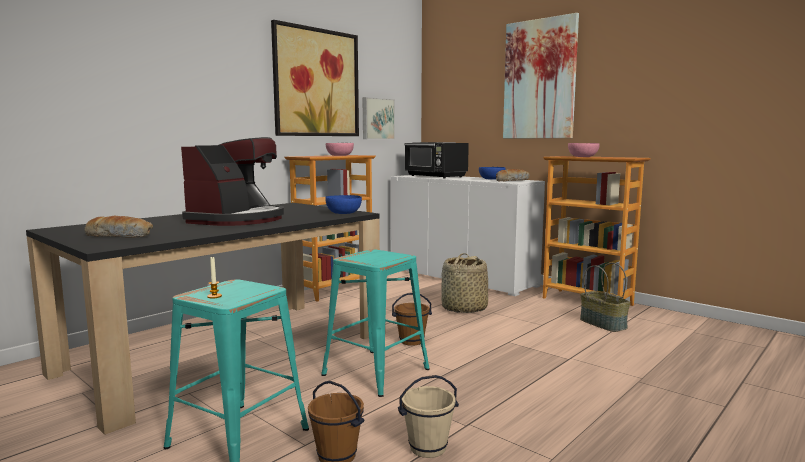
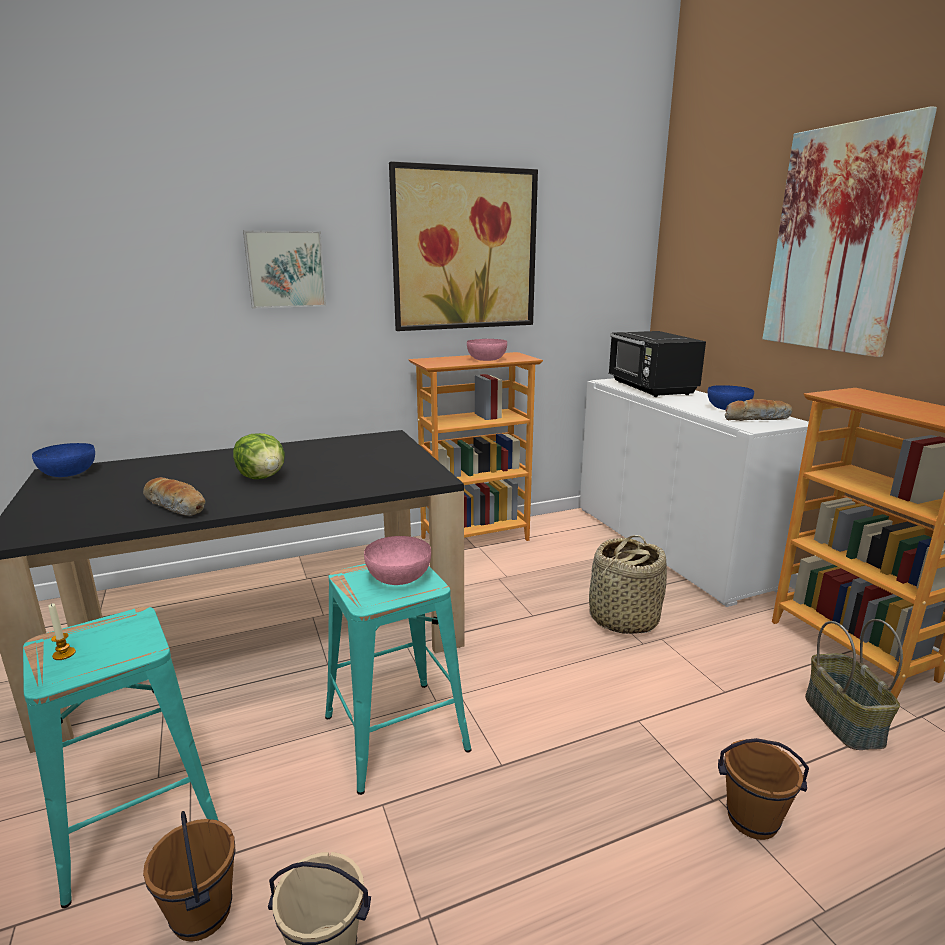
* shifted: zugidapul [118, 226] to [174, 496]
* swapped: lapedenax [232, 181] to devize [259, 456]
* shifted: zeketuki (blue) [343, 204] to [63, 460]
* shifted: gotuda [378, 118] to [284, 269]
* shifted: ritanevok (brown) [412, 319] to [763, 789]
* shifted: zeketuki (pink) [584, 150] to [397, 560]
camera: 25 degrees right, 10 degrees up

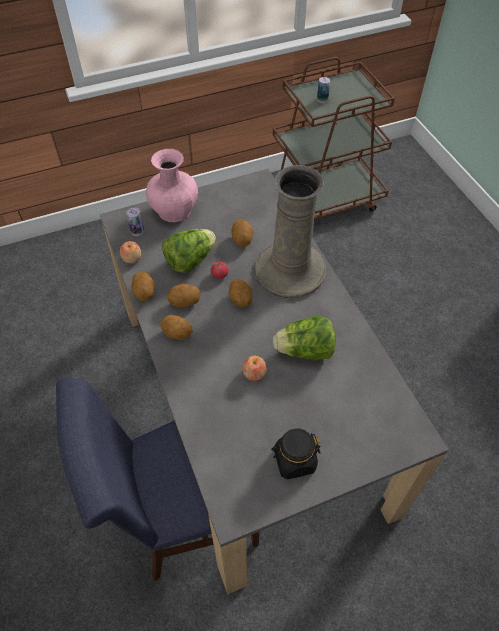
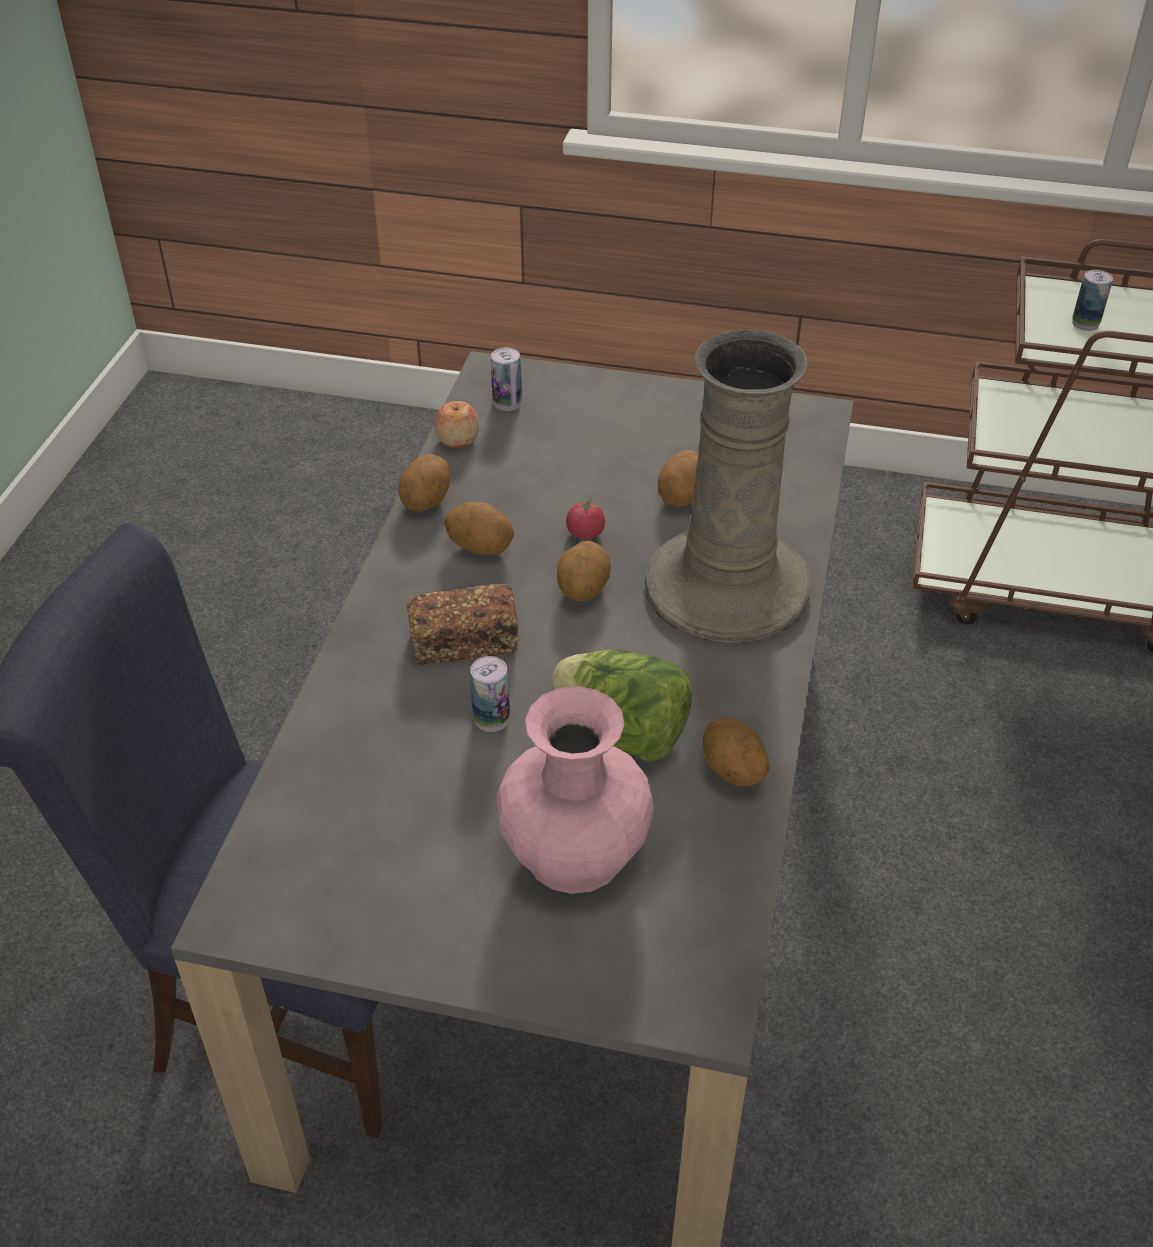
* shifted: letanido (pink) [172, 185] to [575, 790]
* shifted: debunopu [176, 327] to [736, 752]
* gone: devize [189, 251]
* swapped: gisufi [254, 368] to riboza [490, 694]
* gone: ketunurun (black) [296, 453]
* new: zugidapul [463, 624]
camera: 35 degrees right, 10 degrees down

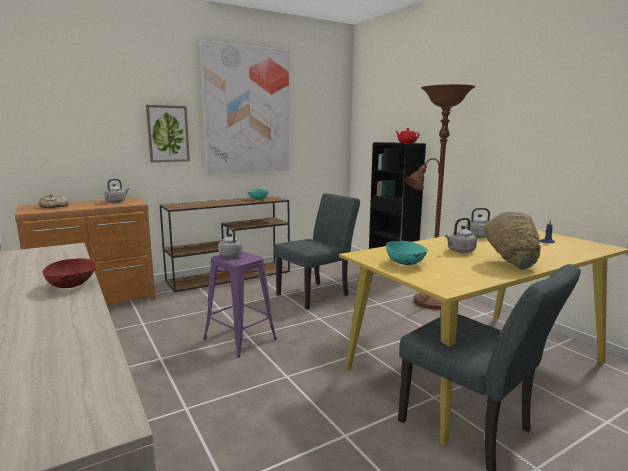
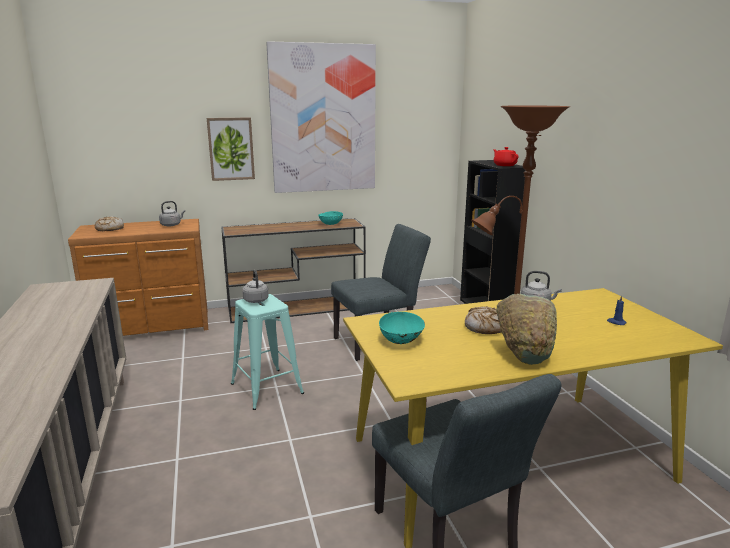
* gone: zeketuki (red) [69, 273]
* repainted: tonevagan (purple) [240, 304] to tonevagan (turquoise) [267, 352]
* swapped: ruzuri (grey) [461, 235] to zugidapul [483, 320]
camera: 15 degrees right, 5 degrees up

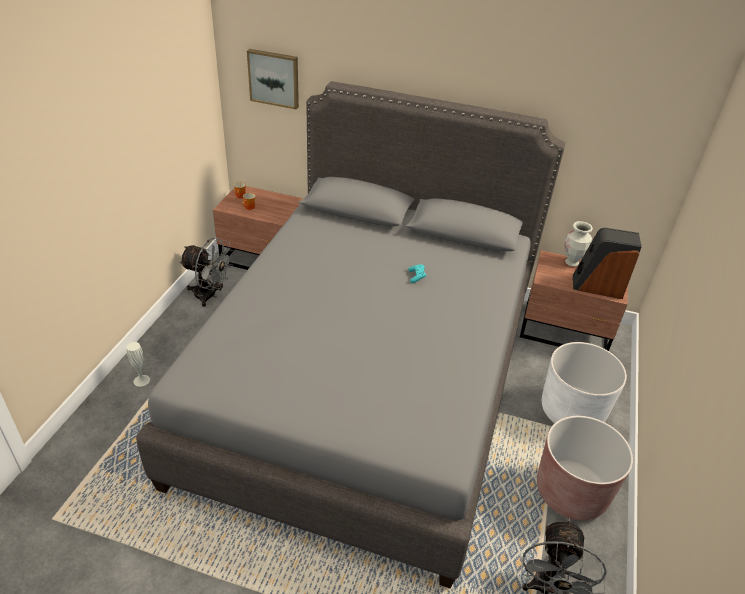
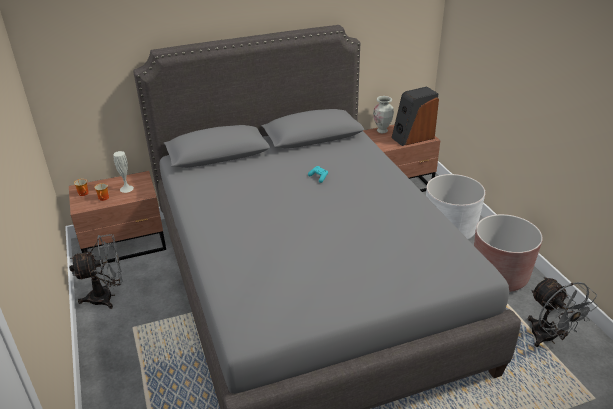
* shifted: letanido (white) [138, 364] to [123, 172]
* gone: gotuda [273, 79]
camera: 35 degrees left, 5 degrees down

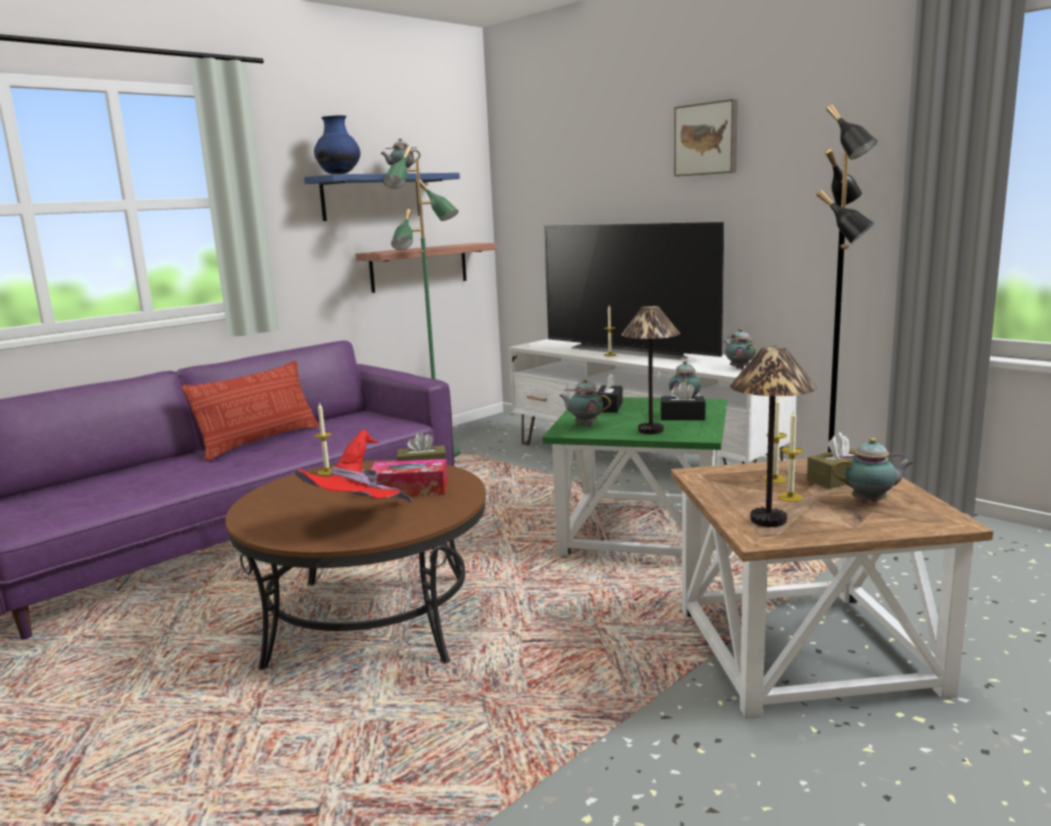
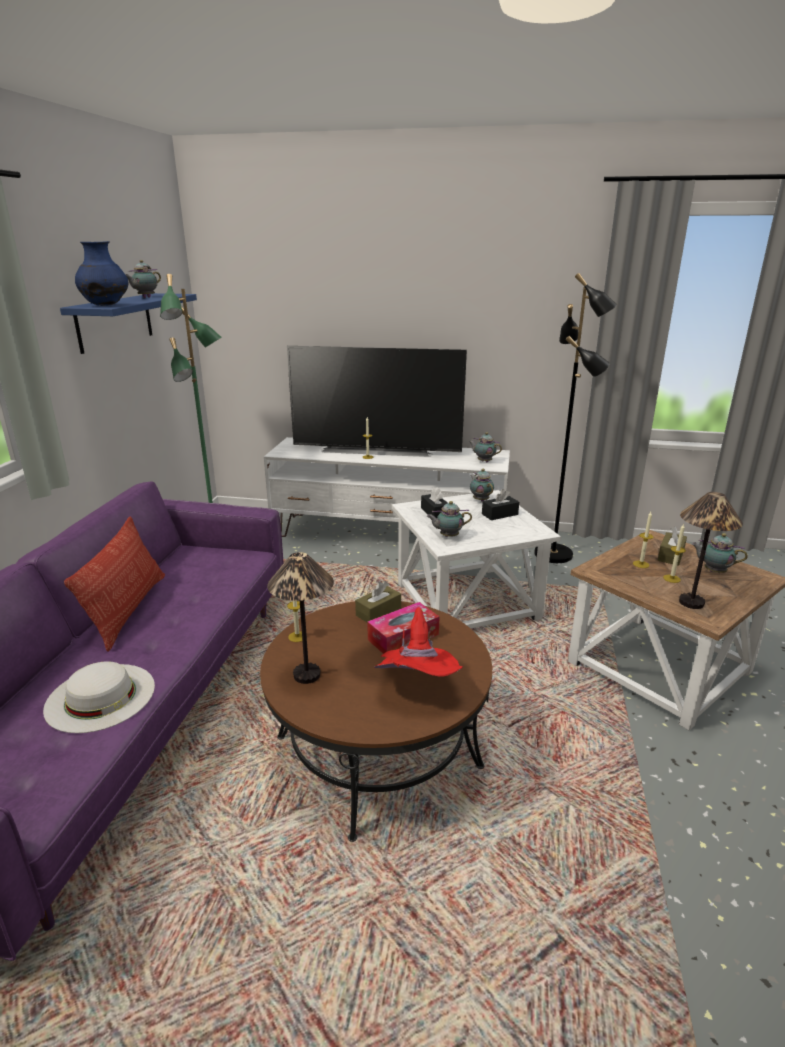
* gone: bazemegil [426, 268]
* repainted: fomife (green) [635, 481] to fomife (white) [476, 559]
* shifted: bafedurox [650, 370] to [300, 618]
* gone: gotuda [706, 137]
* rotated: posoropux [872, 470] = [719, 553] 120 degrees counterclockwise
* new: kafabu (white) [99, 697]
camera: 35 degrees left, 10 degrees up

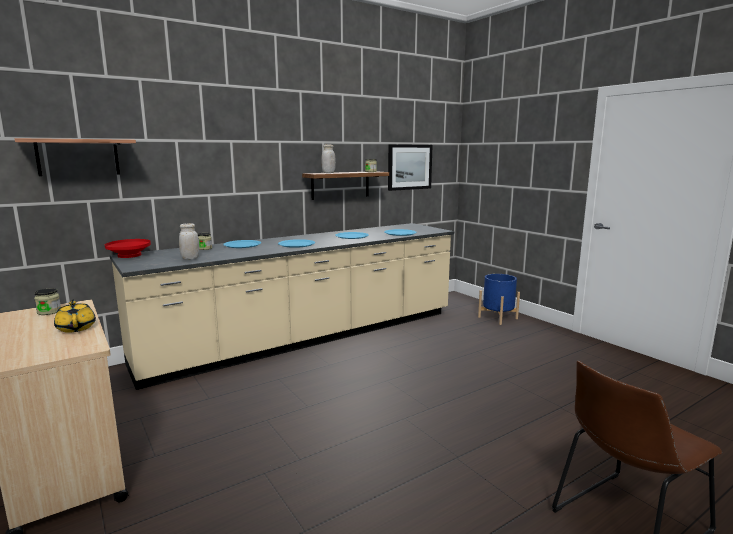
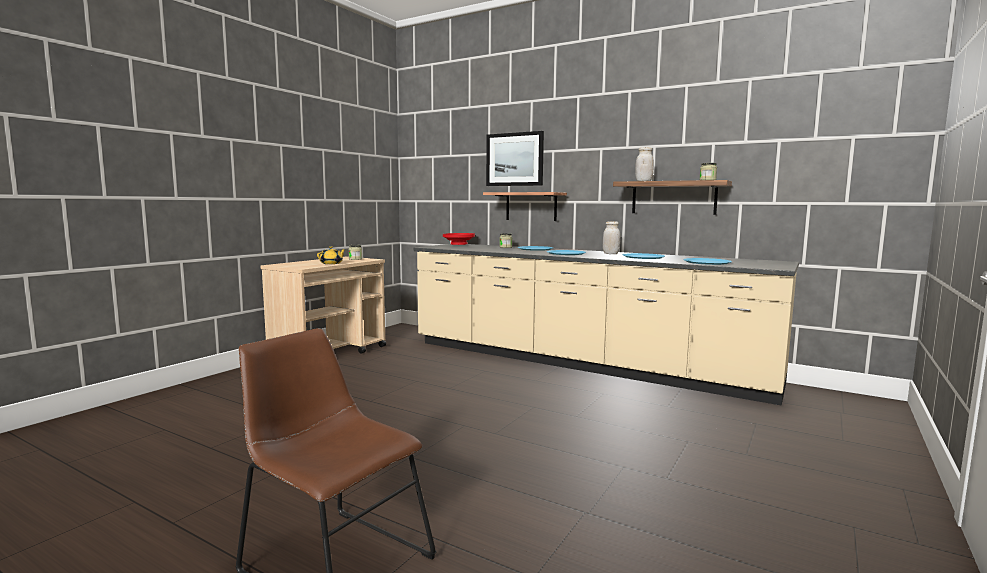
* shifted: bazemegil [75, 157] to [525, 206]
* shifted: ketunurun (white) [189, 241] to [611, 237]
* shifted: gotuda [410, 167] to [515, 158]
* gone: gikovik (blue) [499, 299]
camera: 65 degrees right, 5 degrees down

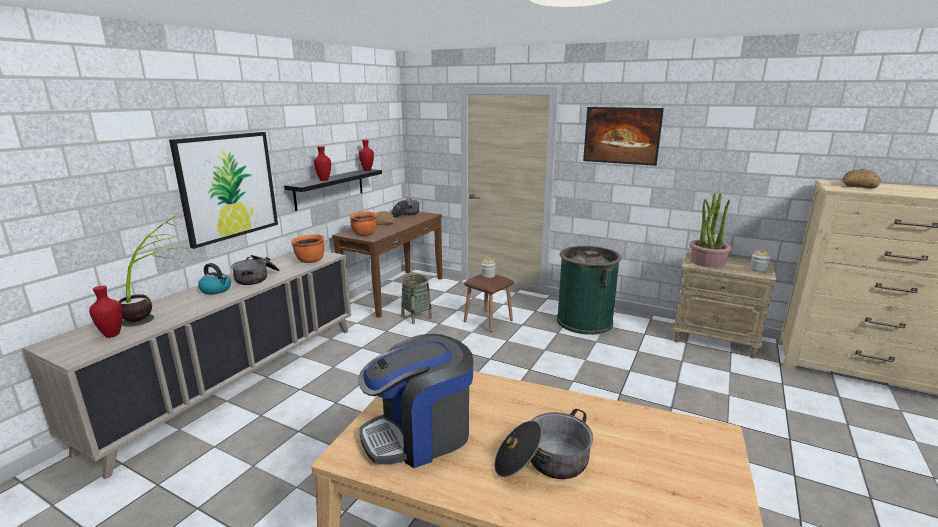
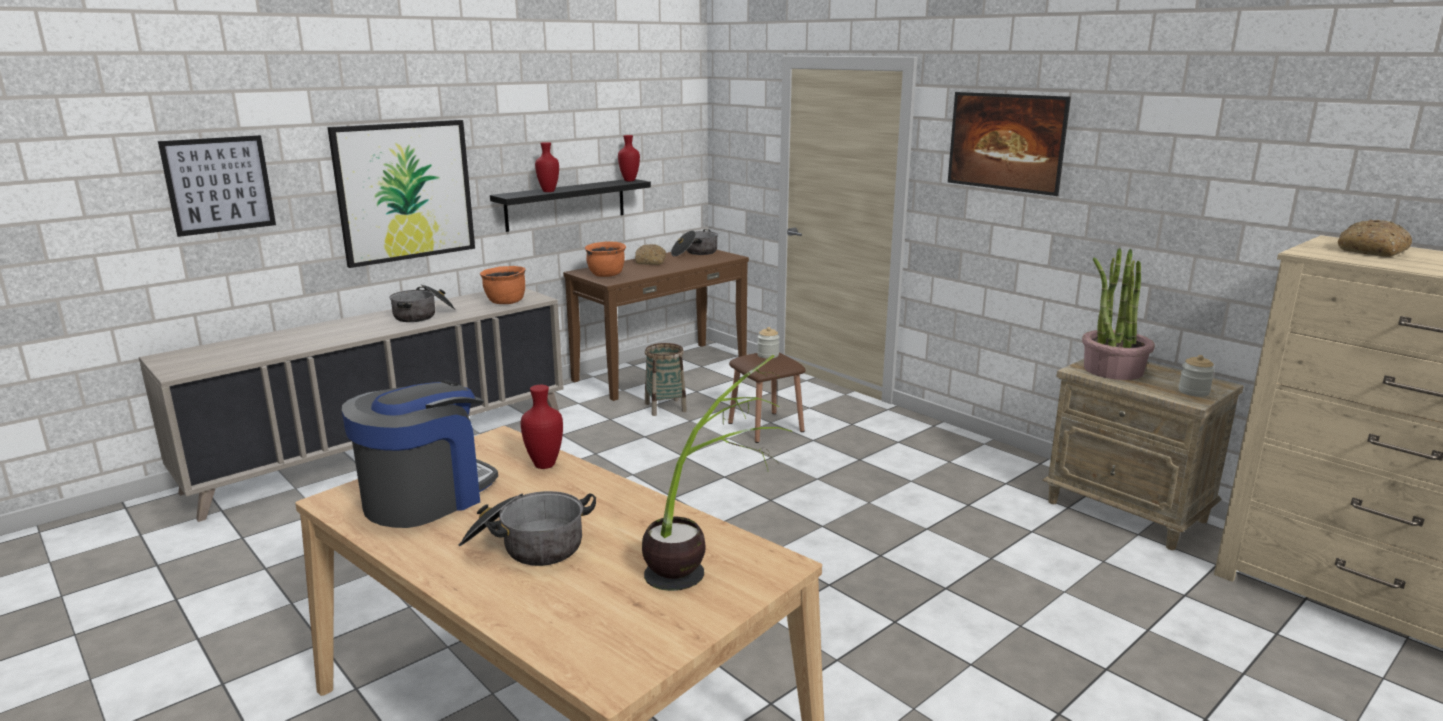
* shifted: letanido (red) [105, 312] to [542, 427]
* shifted: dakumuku [153, 271] to [717, 473]
* gone: ruzuri [214, 278]
* rotated: lapedenax [415, 401] = [420, 454] 135 degrees clockwise
* gone: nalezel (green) [589, 290]
* new: gotuda [217, 186]
camera: 20 degrees right, 0 degrees up

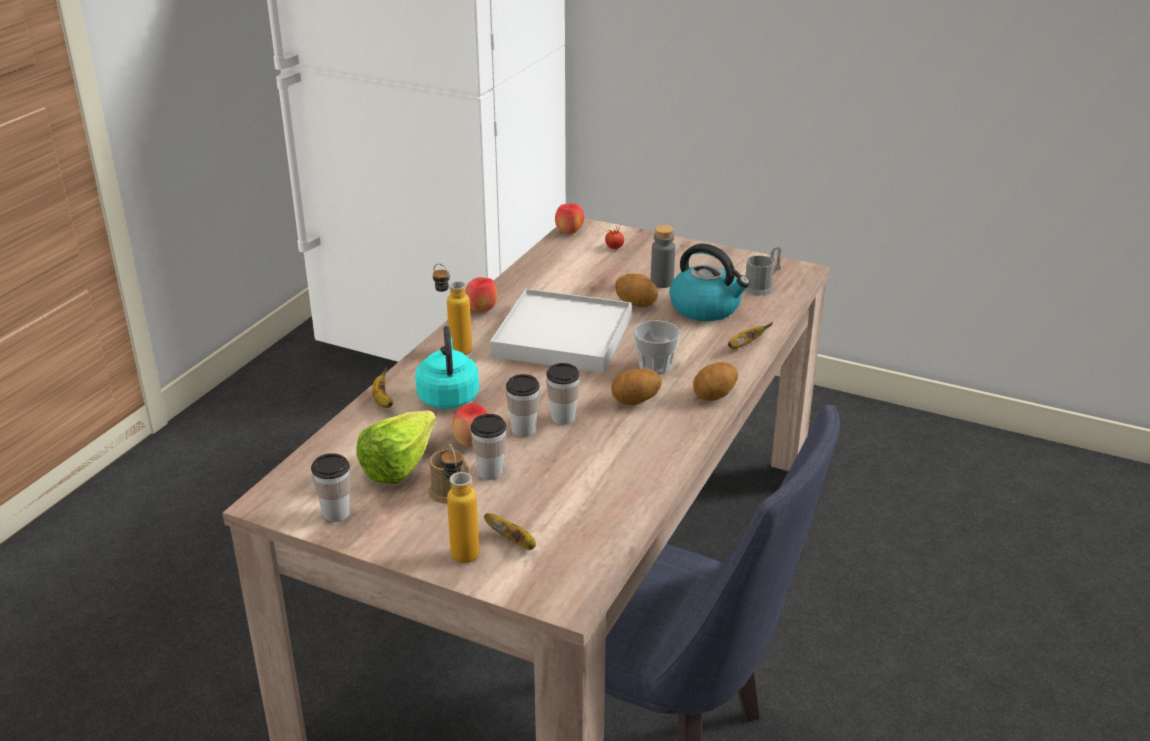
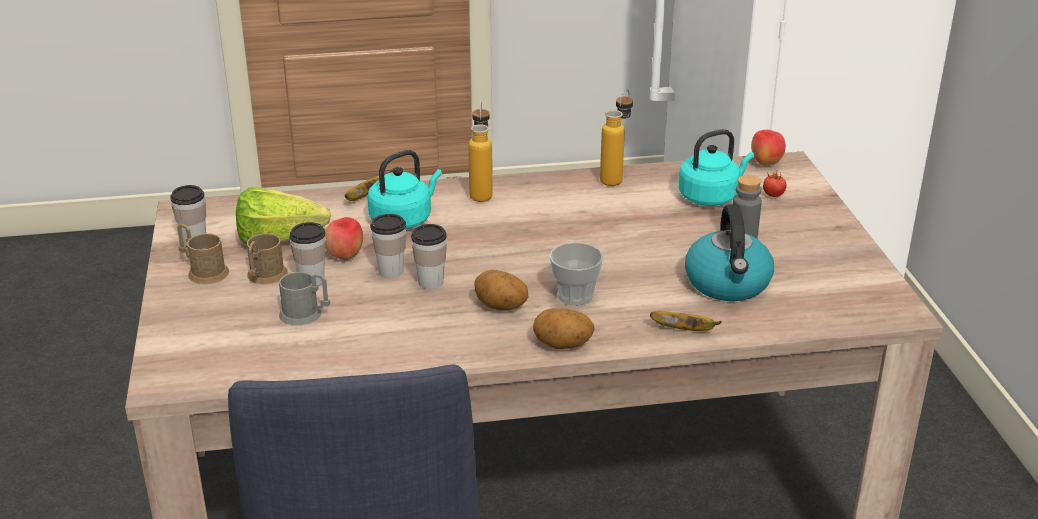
* shifted: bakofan [460, 503] to [616, 138]
* gone: gisufi [481, 295]
* gone: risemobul [510, 531]
* gone: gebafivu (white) [561, 331]
* gone: debunopu [636, 290]
* shifted: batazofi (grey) [762, 271] to [304, 299]
* new: batazofi (brown) [203, 254]
* new: ruzuri (turquoise) [716, 167]
camera: 55 degrees right, 0 degrees up

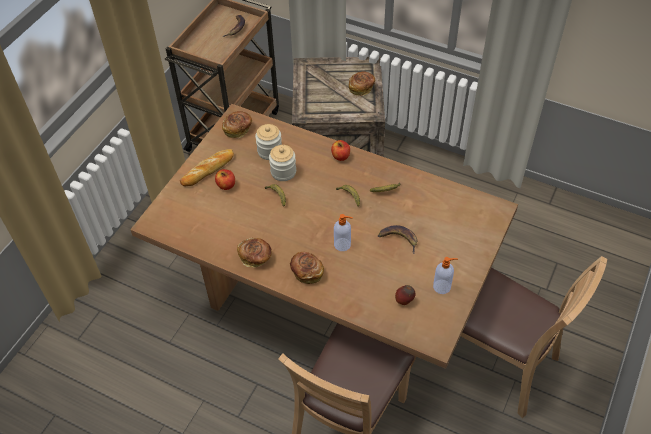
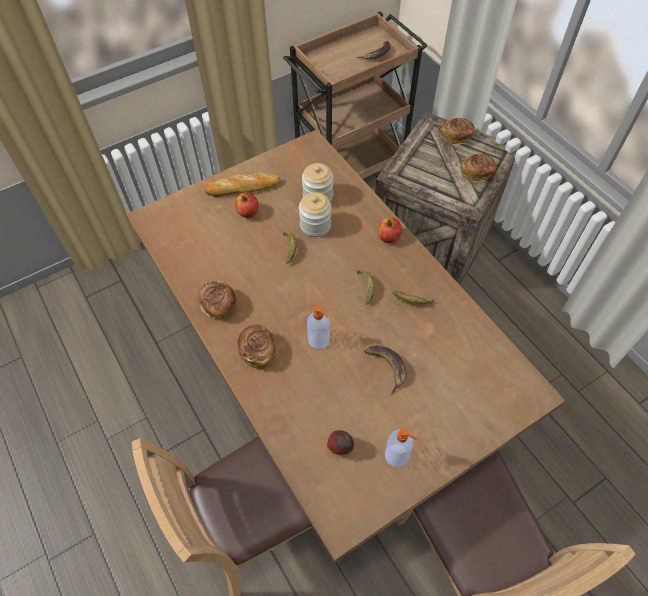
* shifted: zugidapul [237, 124] to [458, 131]
camera: 30 degrees right, 5 degrees up

